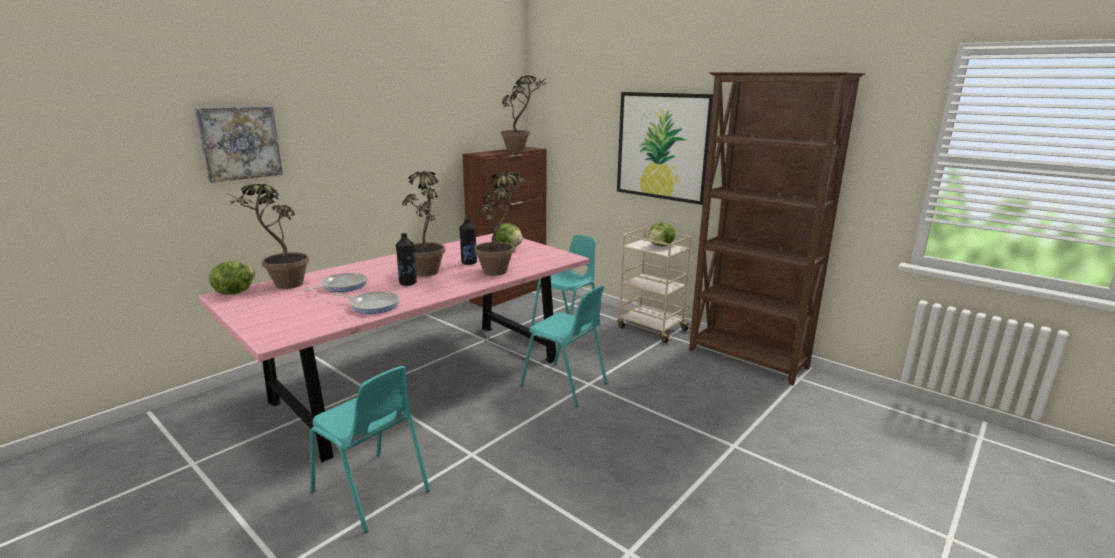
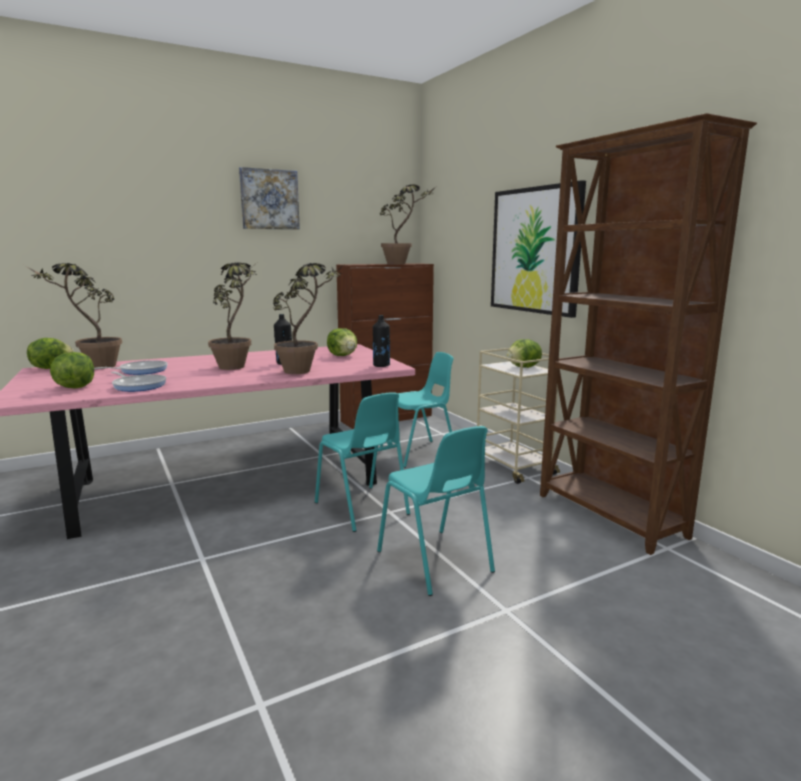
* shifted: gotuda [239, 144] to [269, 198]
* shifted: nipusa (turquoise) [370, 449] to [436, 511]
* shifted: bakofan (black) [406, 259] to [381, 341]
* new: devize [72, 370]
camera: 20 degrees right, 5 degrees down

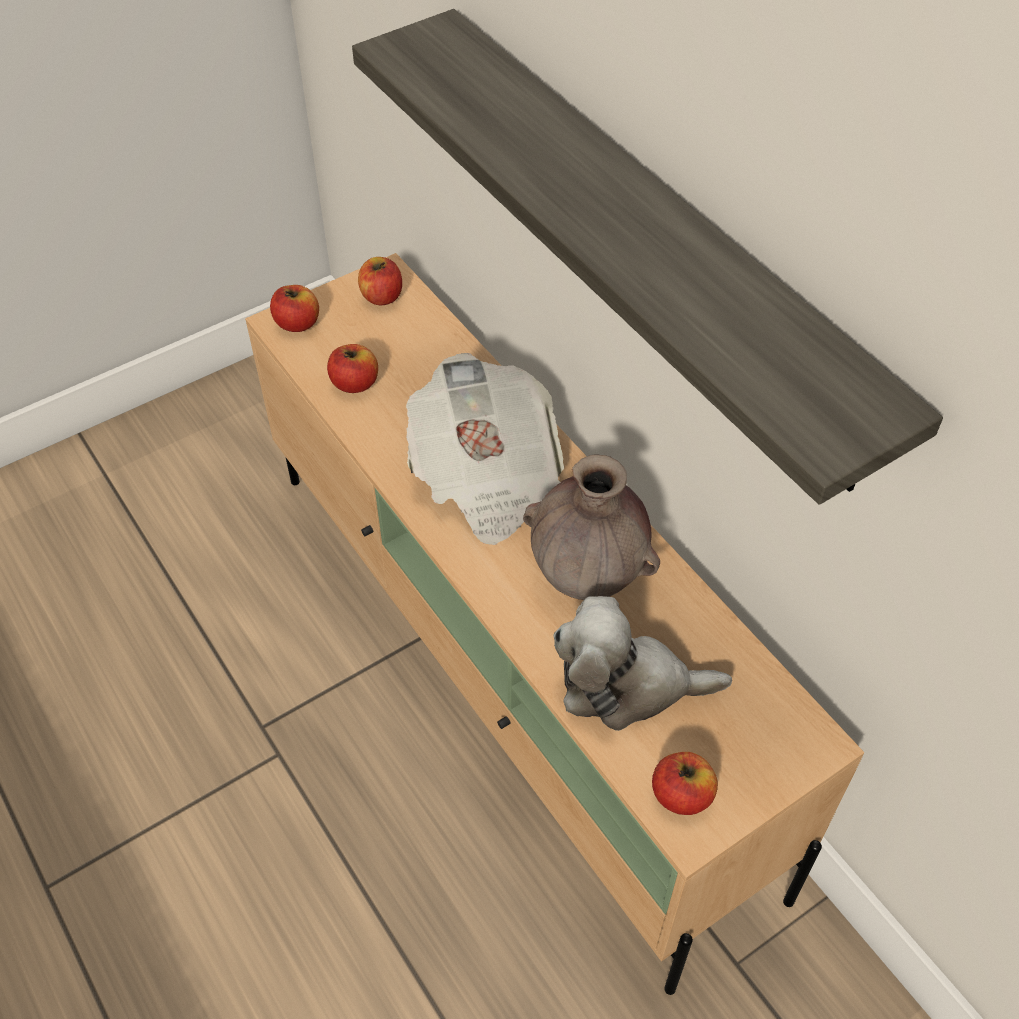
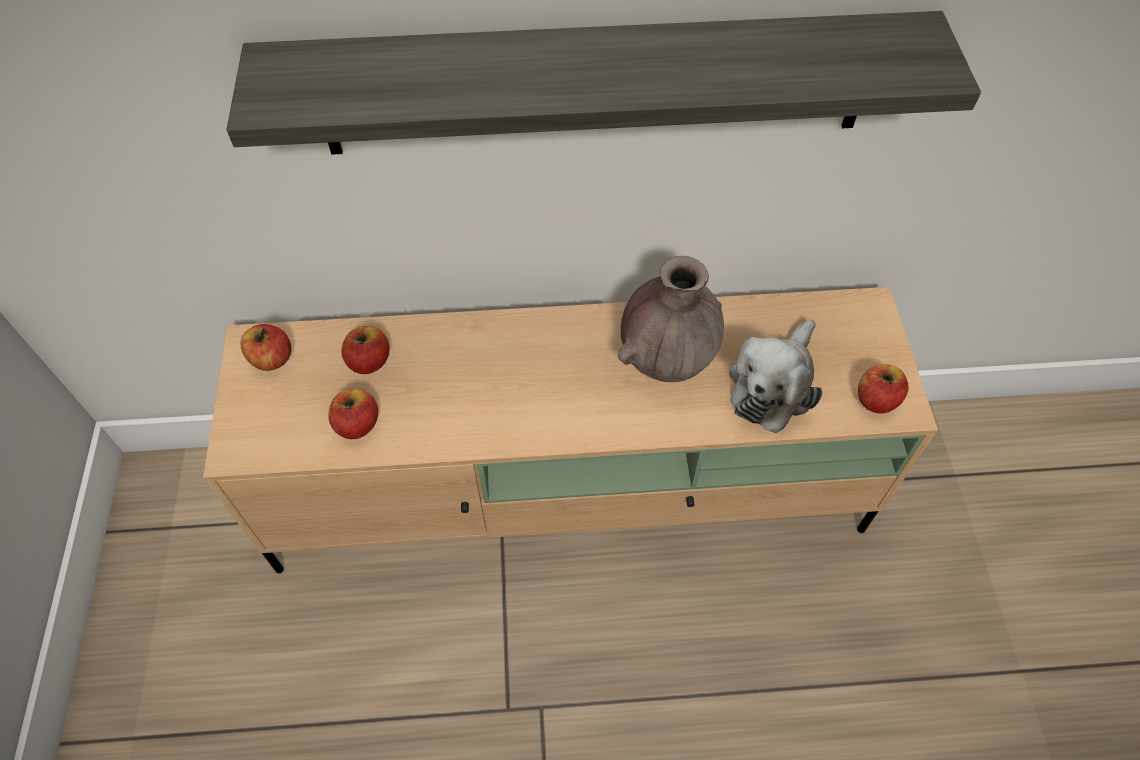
* shifted: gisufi [294, 308] to [365, 350]
* gone: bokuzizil [485, 449]
camera: 60 degrees left, 5 degrees up

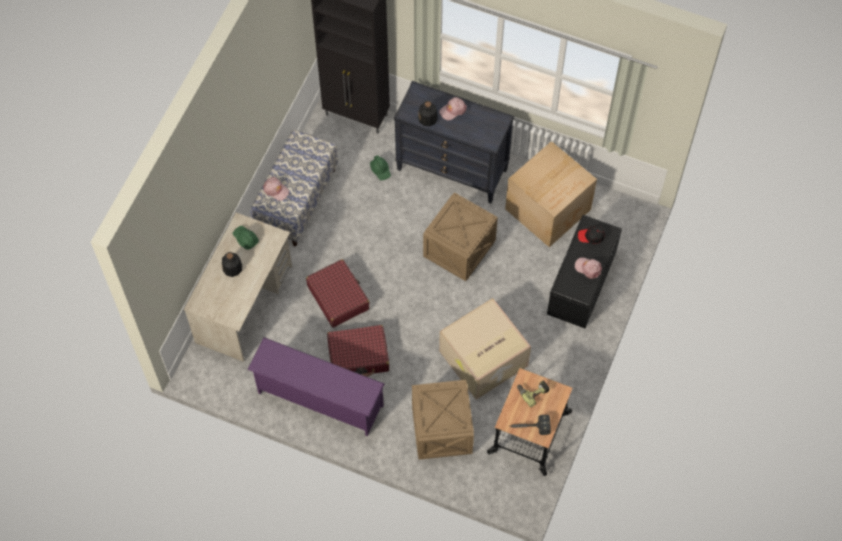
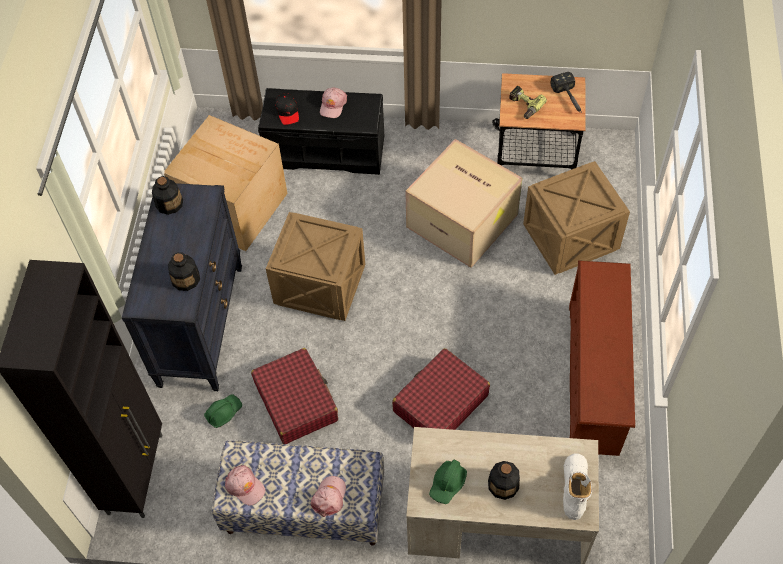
* repainted: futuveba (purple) [316, 386] to futuveba (brown) [602, 358]
* shifted: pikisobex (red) [358, 351] to [294, 396]
* shifted: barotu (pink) [453, 108] to [245, 485]
* new: bakofan [167, 195]
* new: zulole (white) [577, 486]
camera: 105 degrees left, 5 degrees down

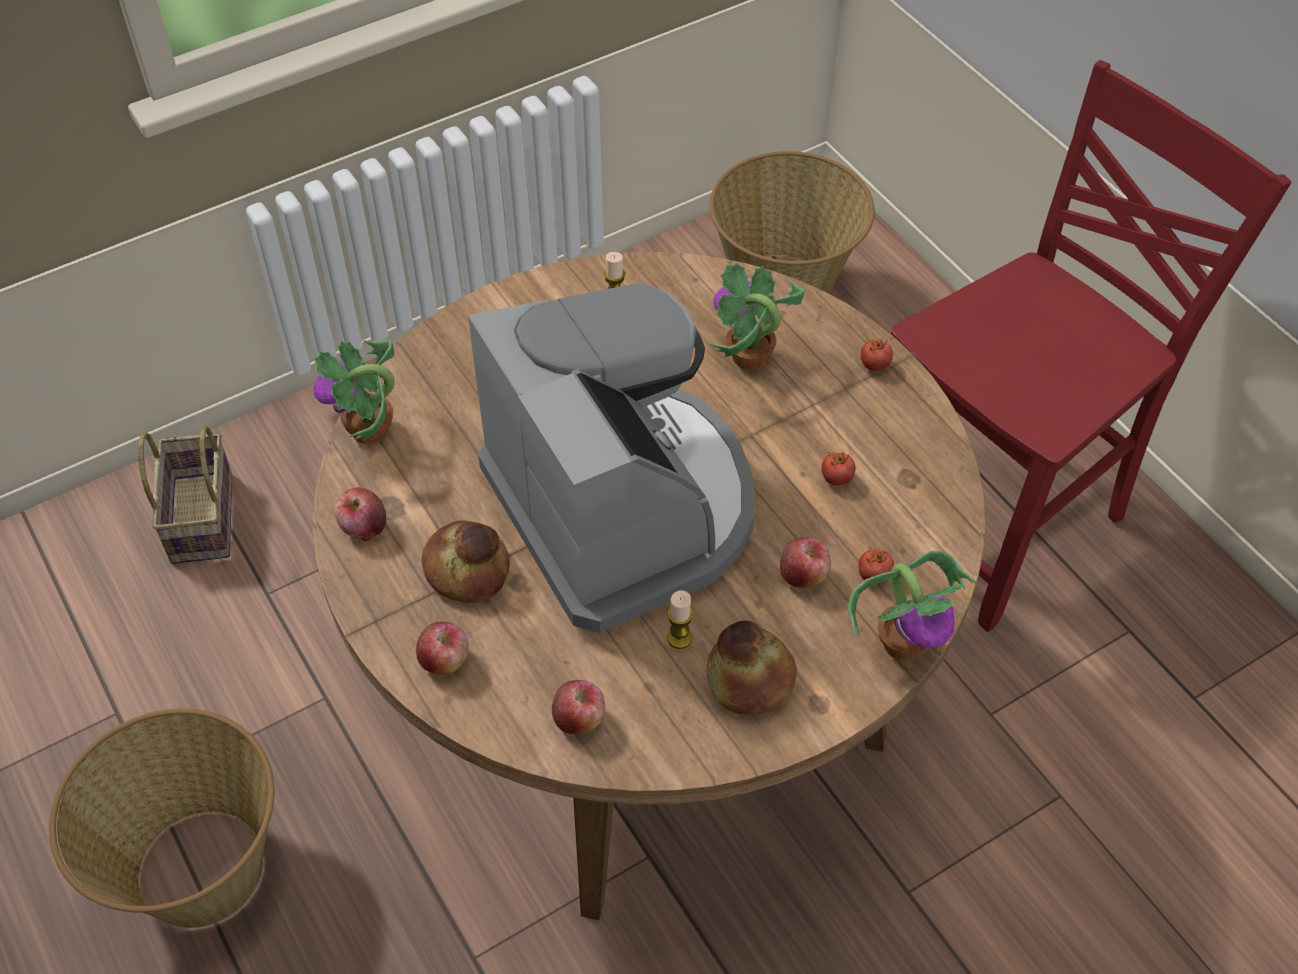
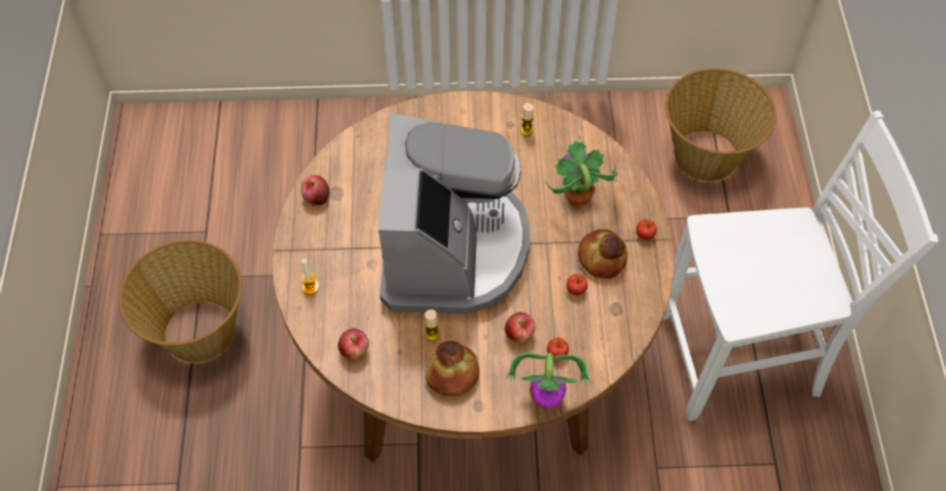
* gone: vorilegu [185, 495]
* gone: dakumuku [354, 392]
* swapped: gisufi [442, 648] to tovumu [310, 276]
* shifted: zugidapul [466, 562] to [603, 254]
* repainted: nipusa (red) [1091, 346] to nipusa (white) [800, 266]
camera: 30 degrees right, 5 degrees up

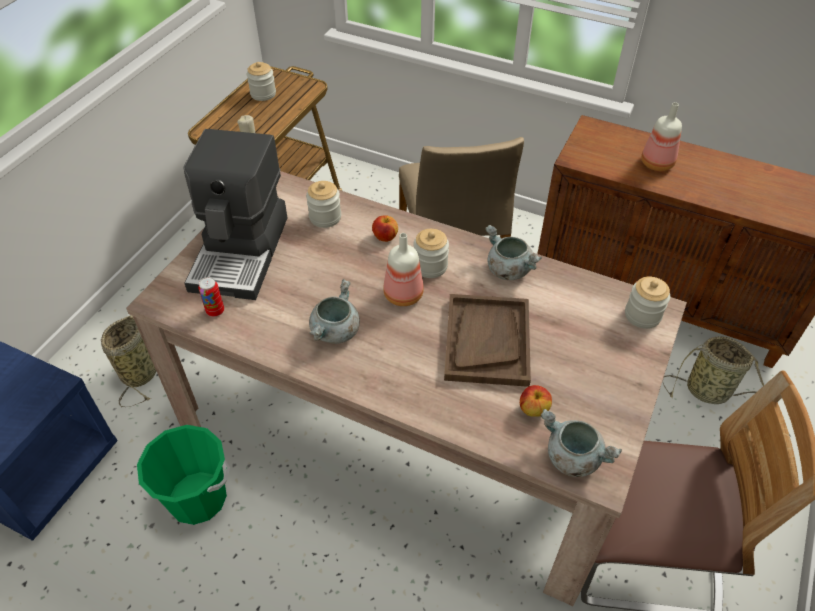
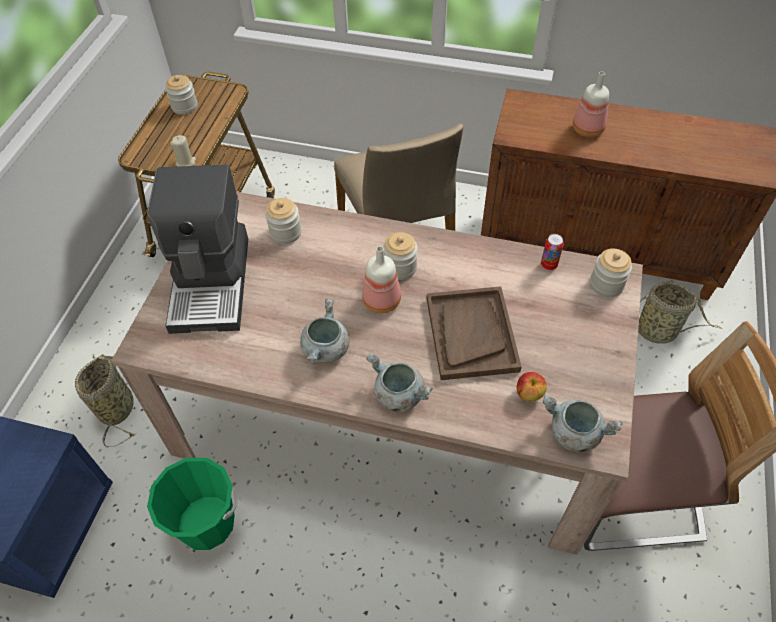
* shifted: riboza [211, 297] to [552, 252]
* gone: gisufi [385, 228]
* shifted: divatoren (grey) [513, 252] to [399, 382]
camera: 10 degrees left, 5 degrees up

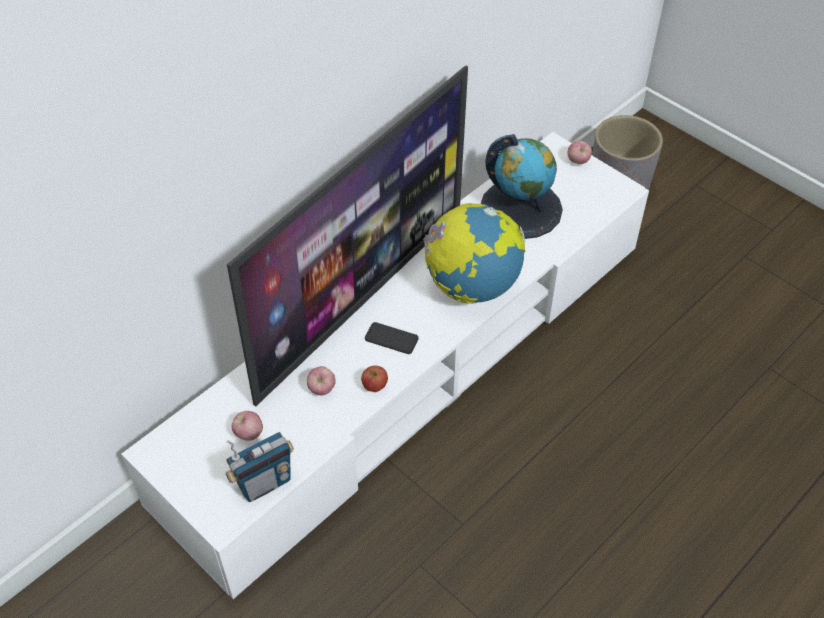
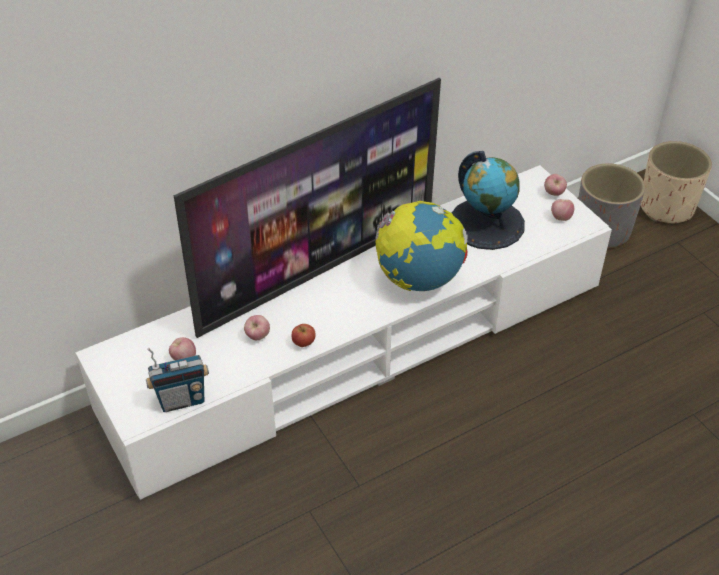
* gone: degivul [392, 338]
* new: gisufi [562, 210]
* new: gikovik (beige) [676, 182]
camera: 15 degrees right, 5 degrees down

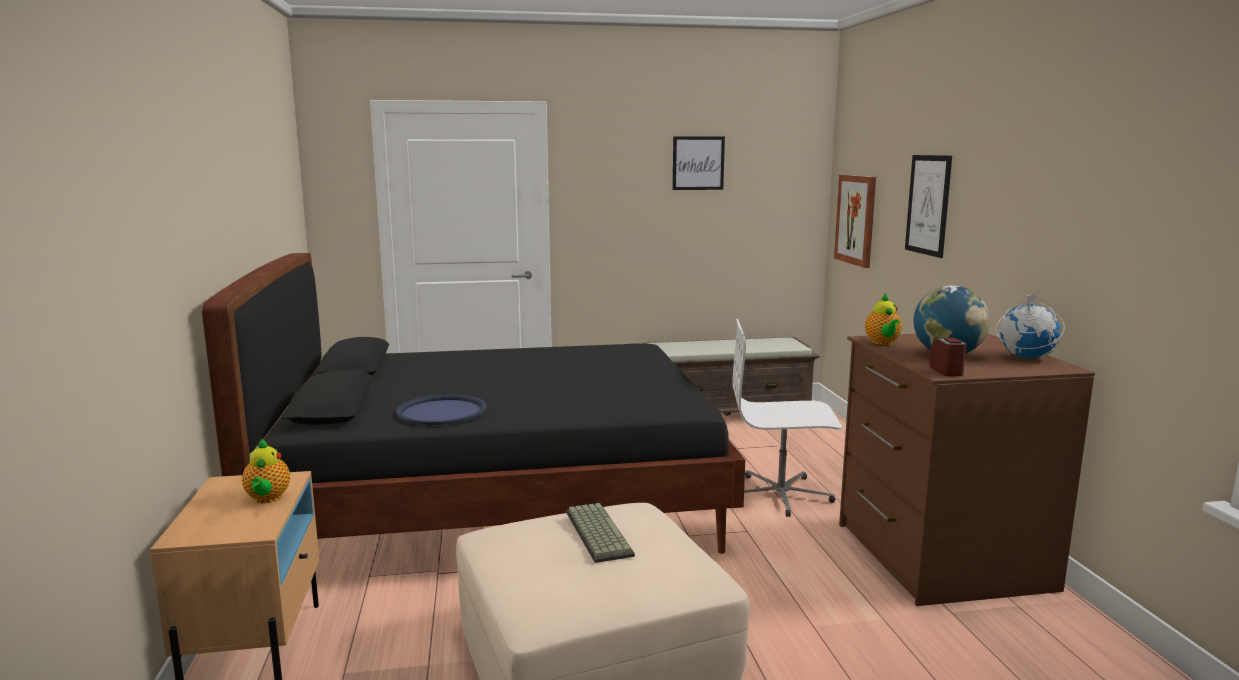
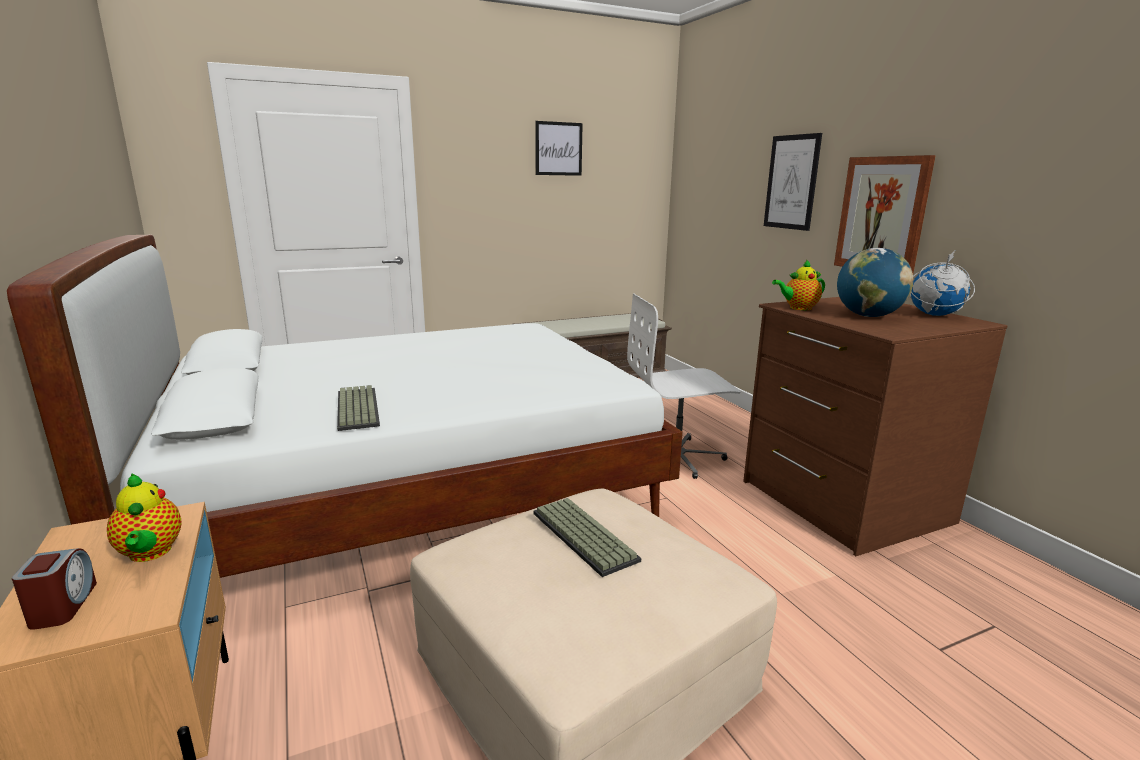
* repainted: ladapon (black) [473, 403] to ladapon (white) [345, 406]
* swapped: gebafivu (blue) [441, 409] to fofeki [358, 408]
* shifted: gotuda [855, 221] to [885, 214]
* rotated: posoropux [883, 319] = [798, 284] 90 degrees clockwise
* shifted: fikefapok [947, 357] to [54, 589]
camera: 15 degrees left, 5 degrees up

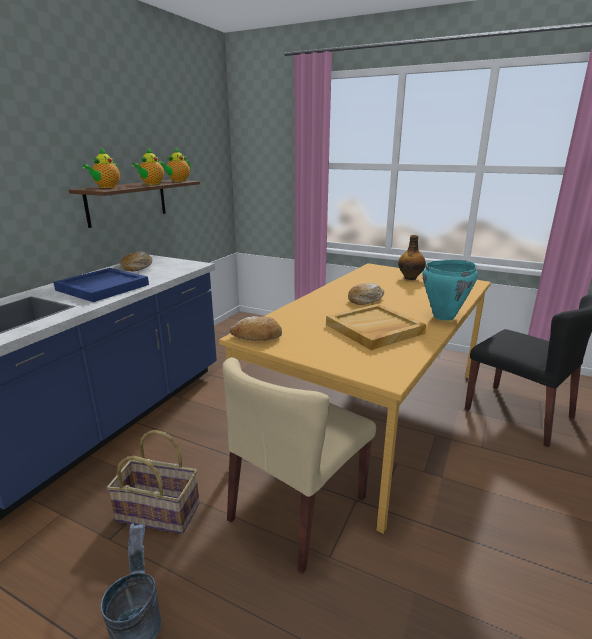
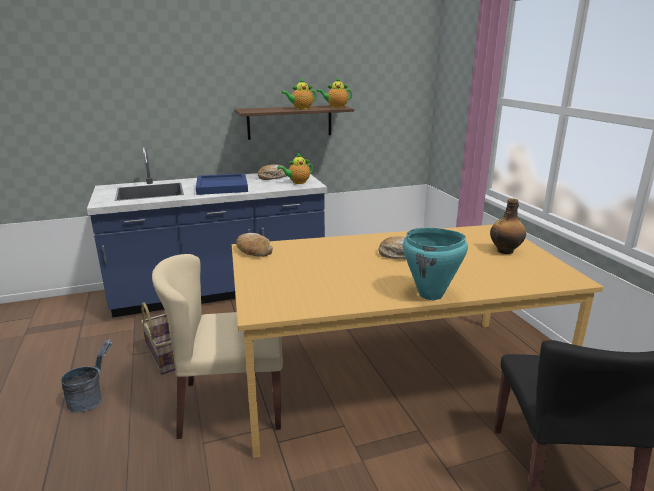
* shifted: posoropux [101, 168] to [295, 168]
* gone: gebafivu (beige) [376, 327]
camera: 45 degrees right, 0 degrees up

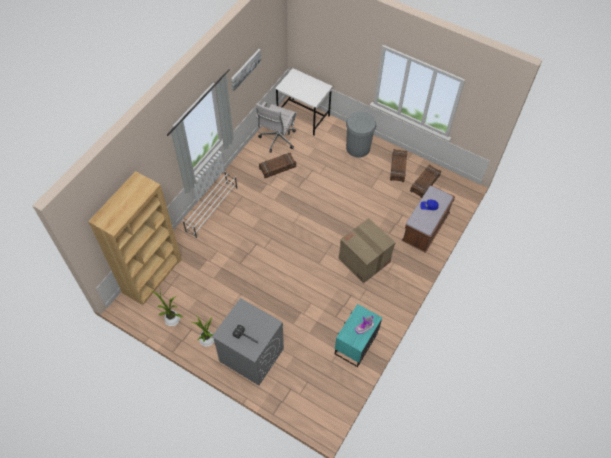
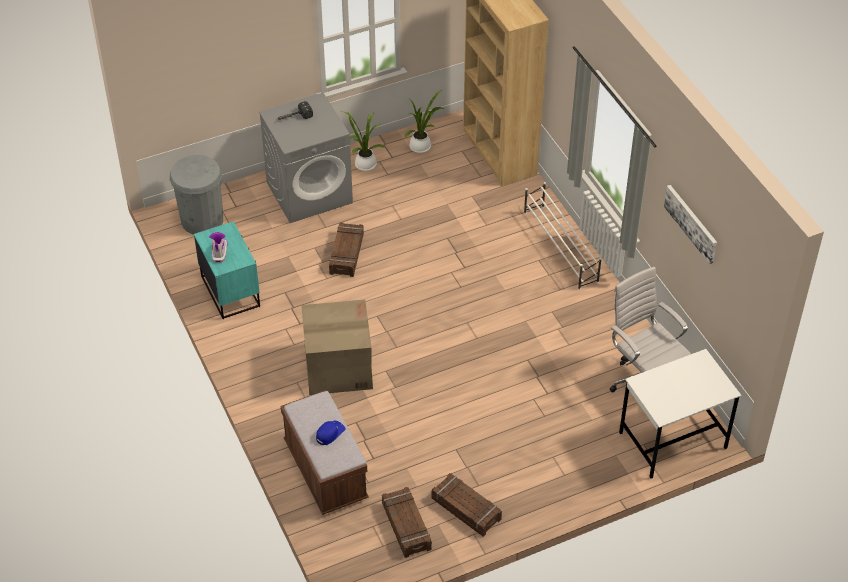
* shifted: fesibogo [277, 165] to [346, 249]
* shifted: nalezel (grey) [361, 134] to [196, 195]
camera: 125 degrees right, 10 degrees down

